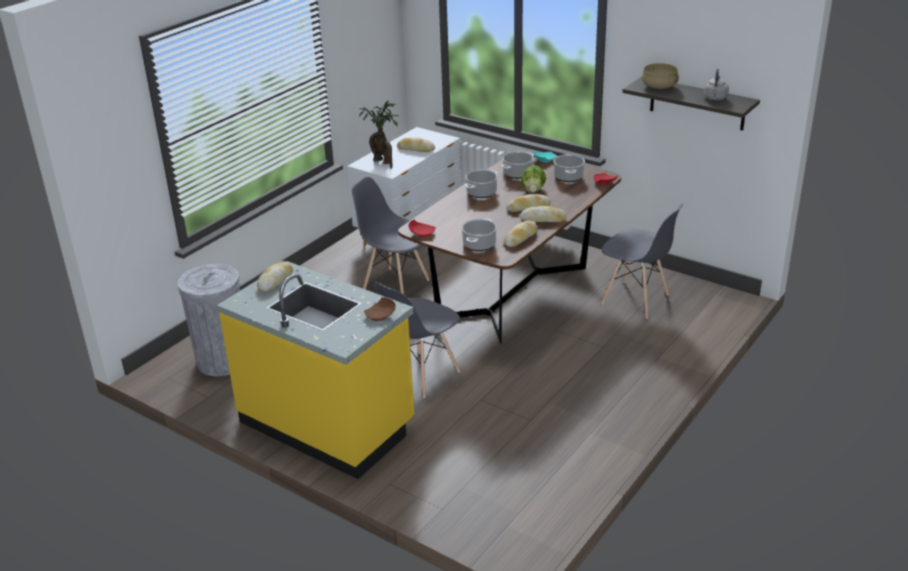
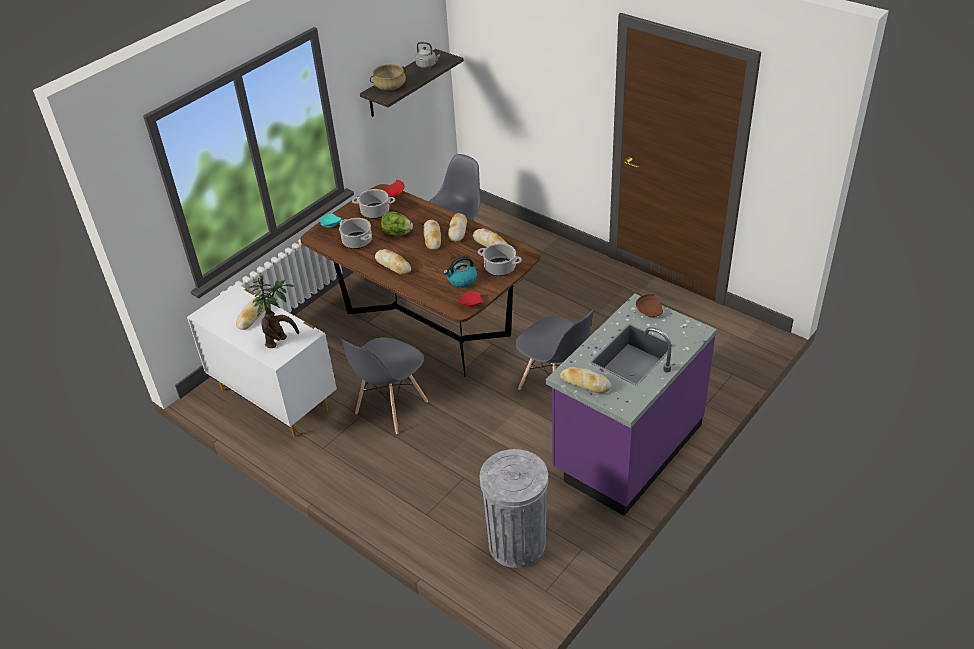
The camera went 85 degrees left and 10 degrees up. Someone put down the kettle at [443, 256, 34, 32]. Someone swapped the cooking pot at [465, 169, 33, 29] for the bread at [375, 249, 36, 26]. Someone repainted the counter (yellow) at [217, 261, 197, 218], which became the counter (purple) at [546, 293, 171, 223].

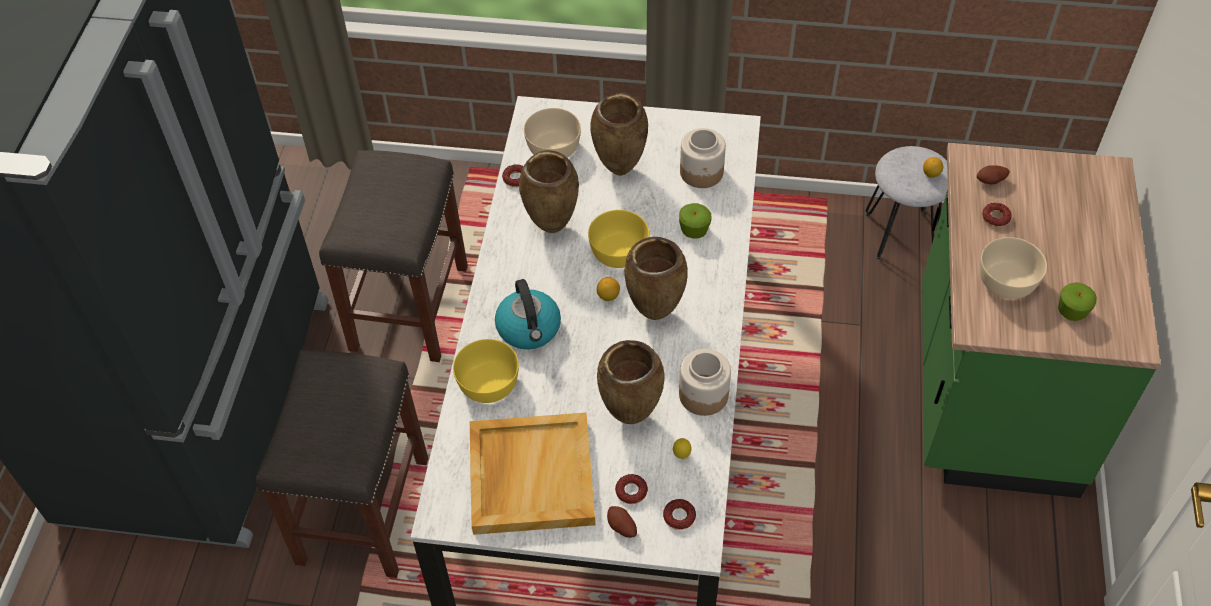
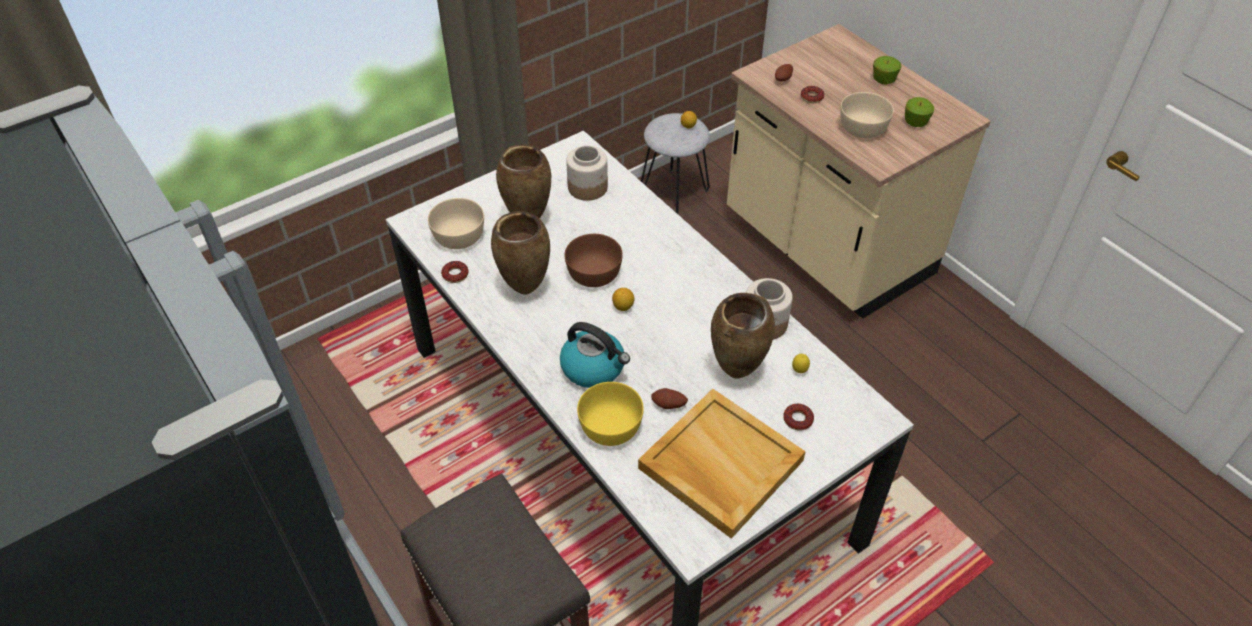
The camera went 45 degrees left and 5 degrees down. Someone took away the stool (grey) at [319, 150, 149, 212]. Someone took away the vase (brown) at [624, 237, 64, 83]. Someone took away the donut at [663, 499, 33, 31]. Someone carried the potato from [607, 506, 30, 32] to [651, 388, 37, 21]. Someone carried the apple from [679, 203, 33, 35] to [873, 56, 28, 29]. Someone repainted the bowl (yellow) at [588, 210, 61, 58], which became the bowl (brown) at [565, 234, 58, 53]. Someone repainted the counter (green) at [922, 143, 239, 355], which became the counter (beige) at [727, 24, 264, 295].

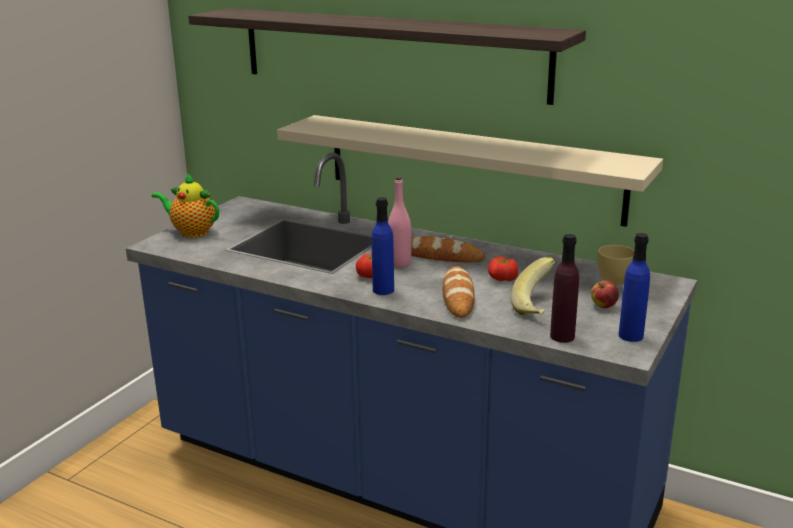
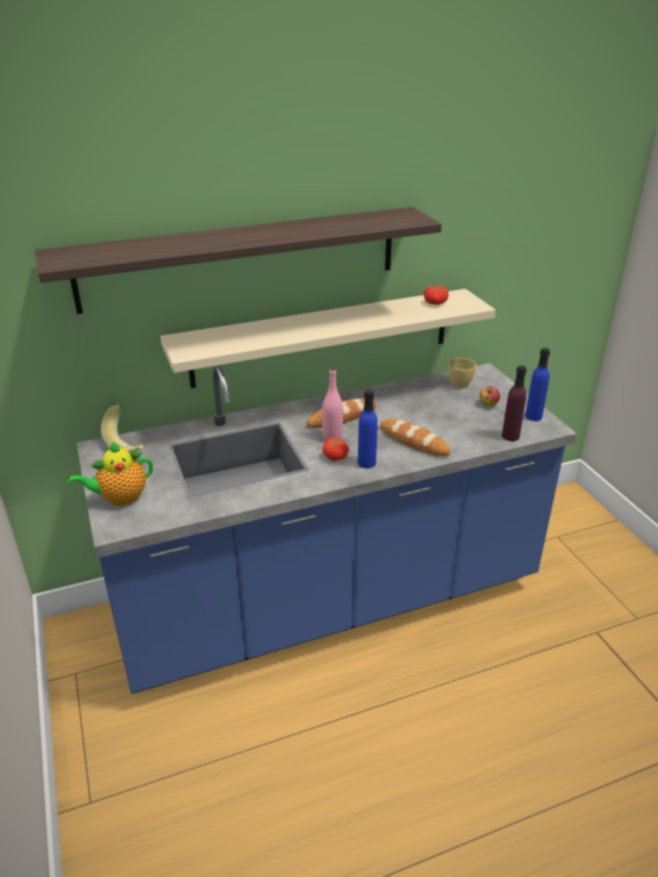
The camera went 50 degrees left and 10 degrees up. Someone carried the tomato from [488, 256, 30, 25] to [424, 286, 25, 19]. Someone carried the banana from [511, 257, 44, 58] to [101, 404, 42, 49].

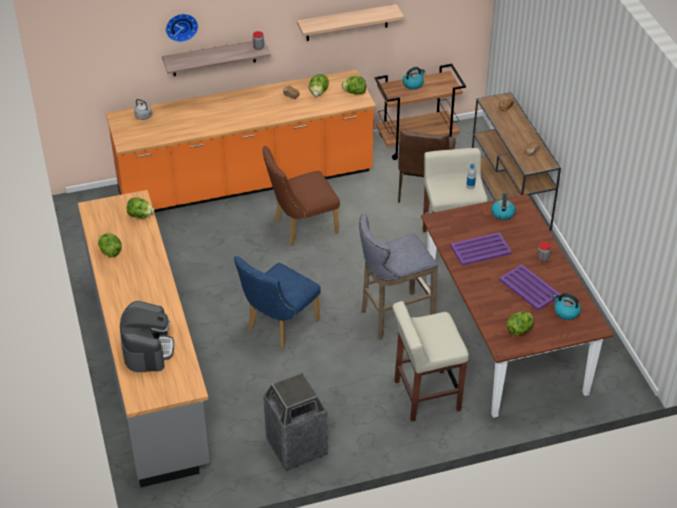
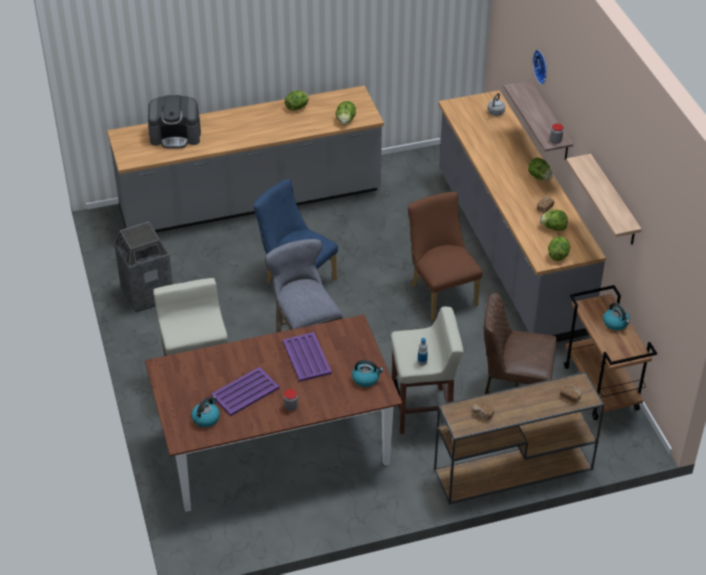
The camera went 90 degrees right and 0 degrees up. Someone carried the lettuce from [506, 312, 27, 23] to [528, 157, 25, 24]. Someone repainted the counter (orange) at [106, 69, 270, 143], which became the counter (grey) at [438, 90, 168, 252].

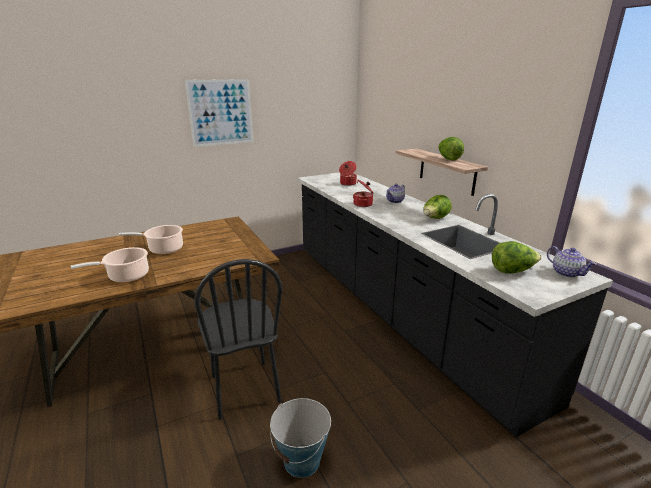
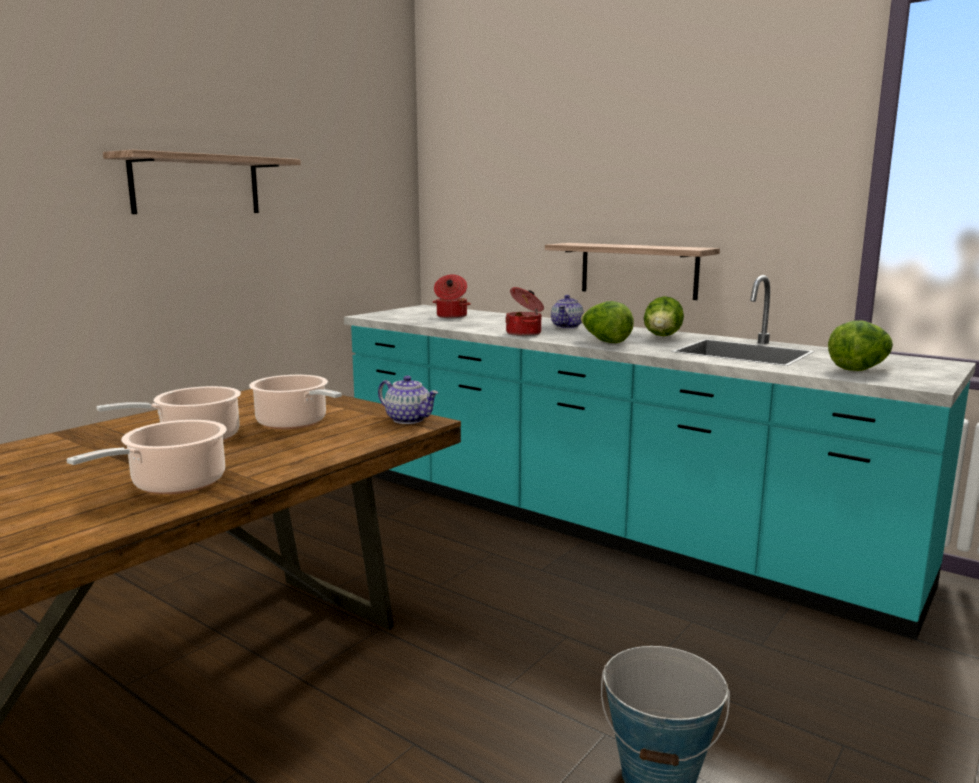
The camera went 25 degrees left and 10 degrees down. Someone took away the chair (black) at [195, 259, 87, 161]. Someone put down the cooking pot at [249, 375, 93, 54]. Someone carried the lettuce from [438, 137, 26, 23] to [581, 301, 53, 42]. Someone carried the teapot from [547, 246, 50, 32] to [378, 376, 60, 48]. Someone swapped the picture at [185, 79, 68, 68] for the shelf at [103, 150, 198, 64]. Someone repainted the counter (black) at [298, 172, 315, 265], which became the counter (turquoise) at [344, 275, 632, 365].

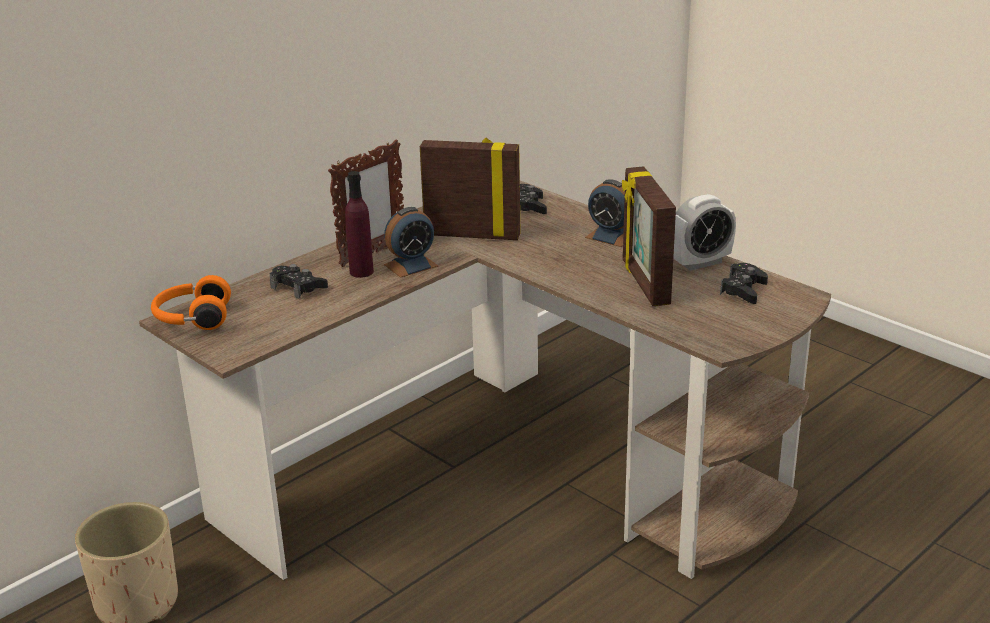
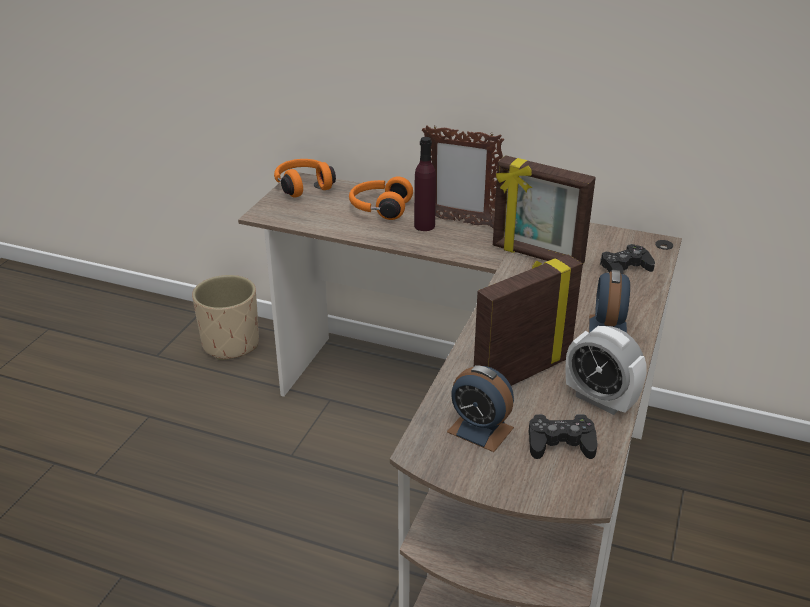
The camera went 65 degrees right and 5 degrees up. Someone carried the alarm clock from [384, 207, 54, 71] to [447, 365, 67, 87]. Someone swapped the game controller (black) at [270, 264, 58, 35] for the headphones (orange) at [349, 176, 64, 44]. Someone rotated the picture frame at [420, 138, 101, 102] by 135 degrees clockwise.

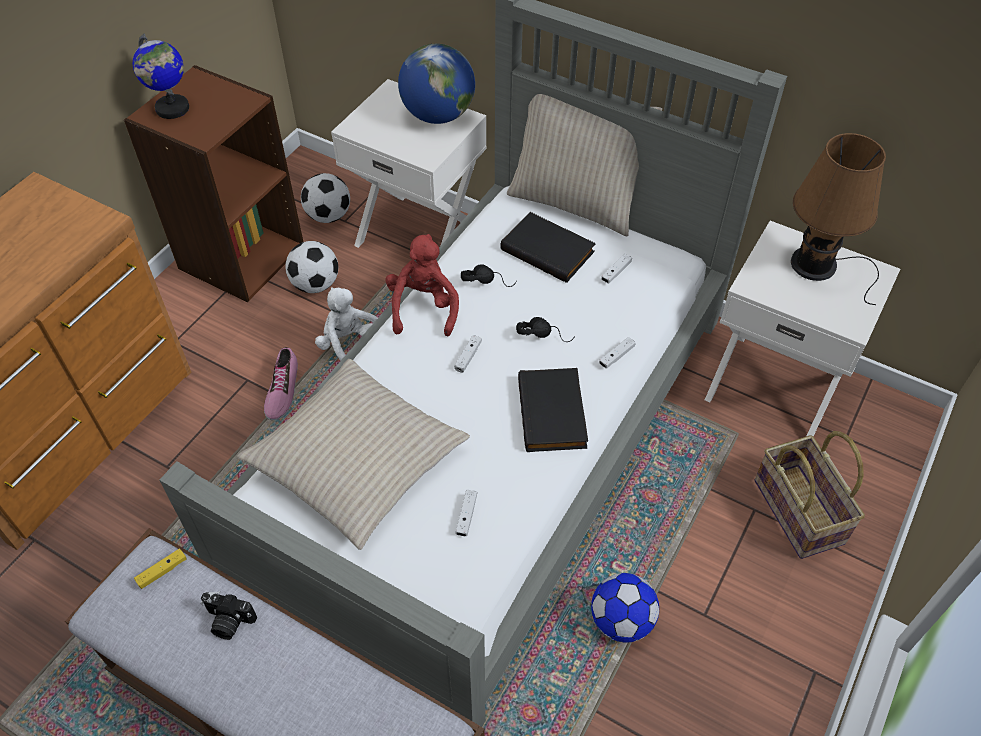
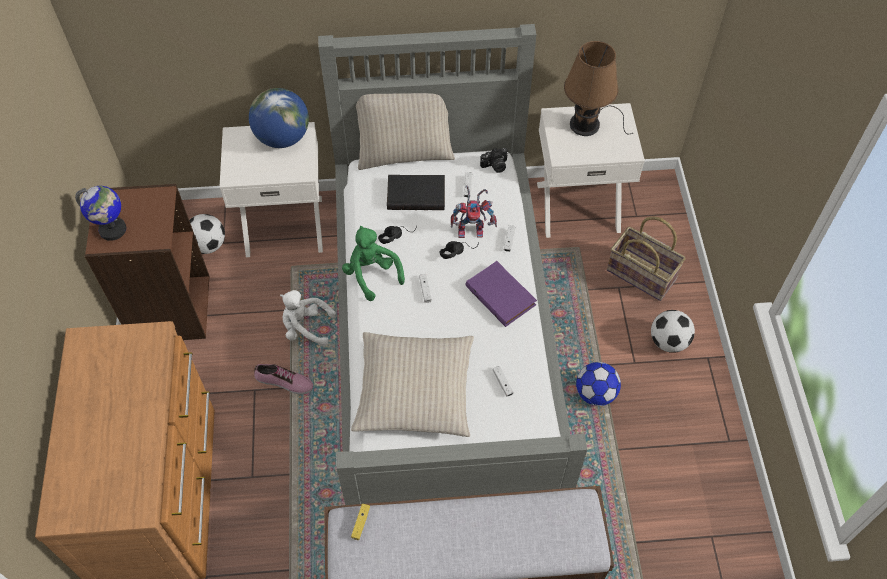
The camera went 35 degrees left and 5 degrees up. Someone put down the toy robot at [451, 186, 46, 52]. Someone carried the photo camera from [200, 591, 57, 49] to [480, 148, 28, 25]. Someone carried the football from [285, 241, 53, 52] to [651, 310, 44, 43]. Someone repainted the plush toy (red) at [385, 234, 74, 102], which became the plush toy (green) at [342, 226, 63, 75]. Someone repainted the book (black) at [518, 368, 70, 84], which became the book (purple) at [466, 261, 71, 66]. Someone rotated the shoe at [264, 347, 34, 73] by 45 degrees counterclockwise.

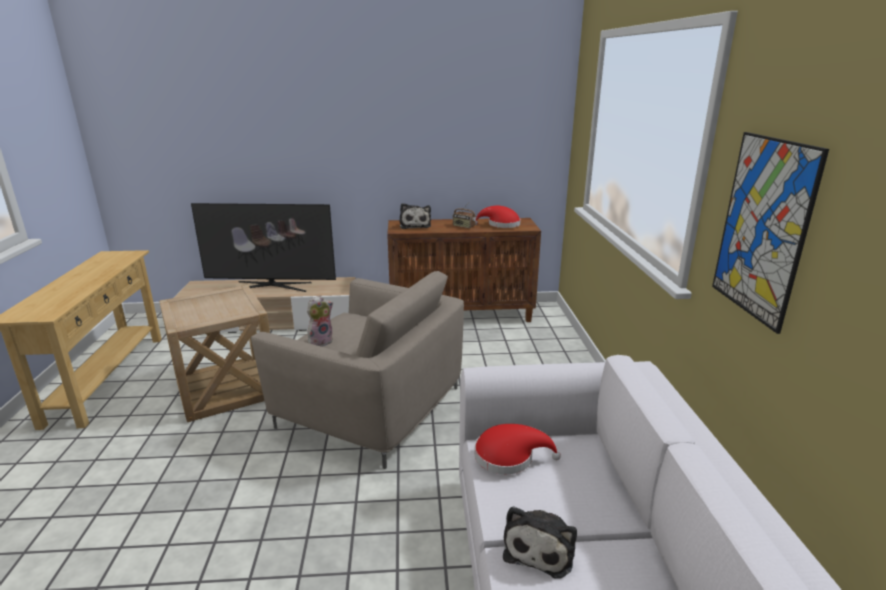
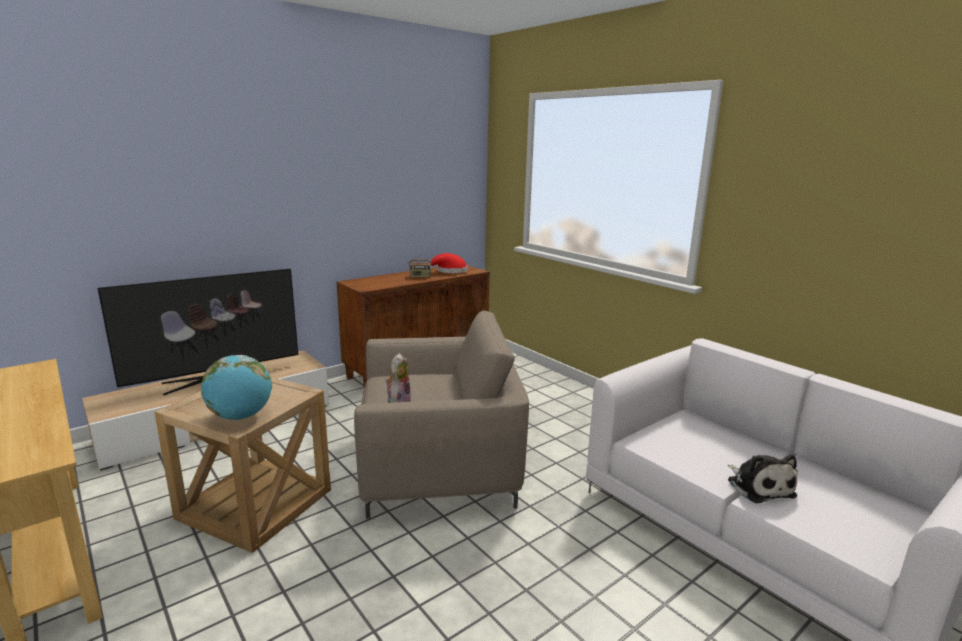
The camera went 35 degrees left and 5 degrees down. Someone took away the plush toy at [399, 203, 32, 26]. Someone took away the hat (red) at [474, 424, 87, 50]. Someone took away the picture at [712, 132, 117, 202]. Someone put down the globe at [201, 355, 71, 65].

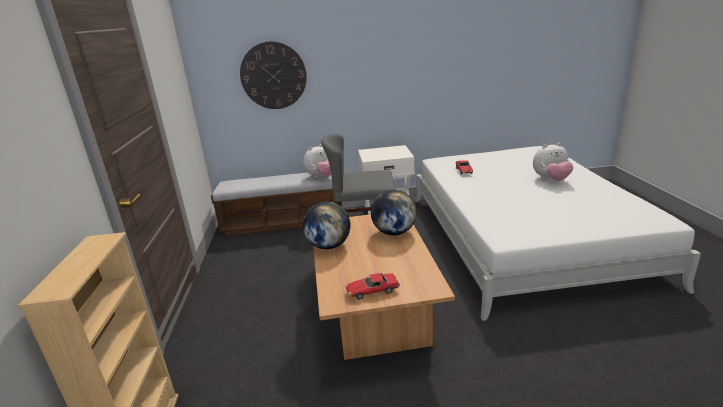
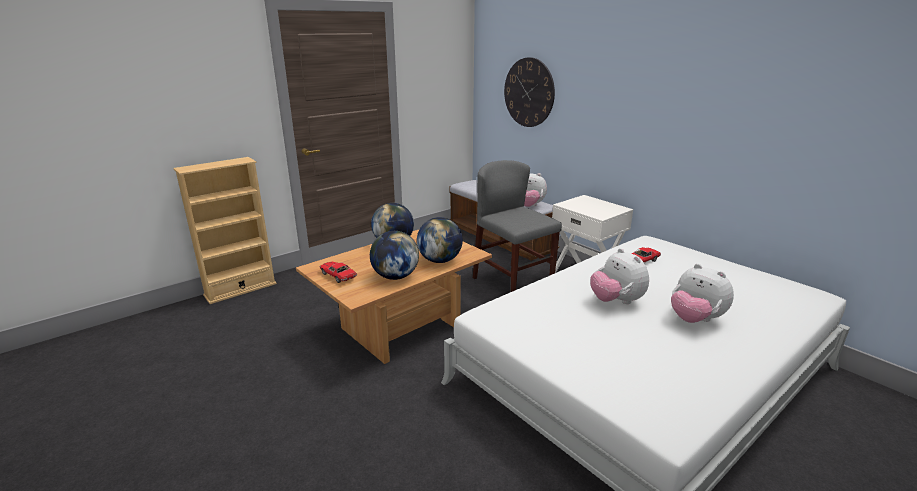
The camera went 55 degrees right and 0 degrees up. Someone put down the globe at [370, 231, 49, 49]. Someone put down the plush toy at [590, 248, 59, 56].

